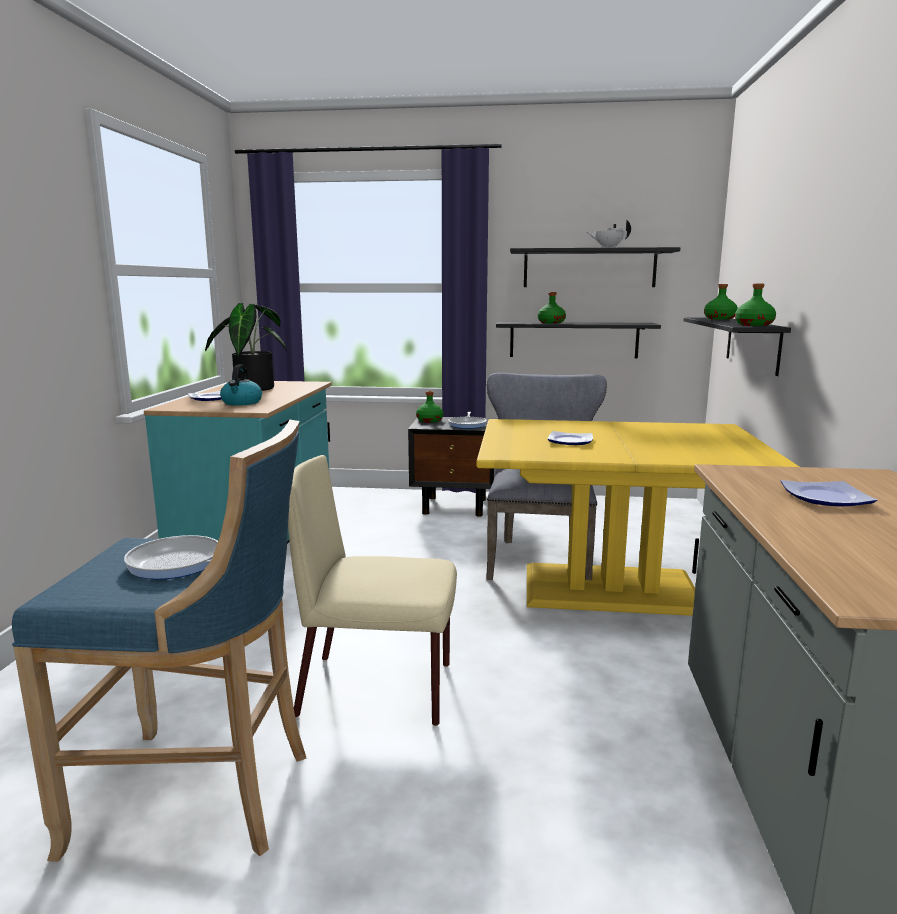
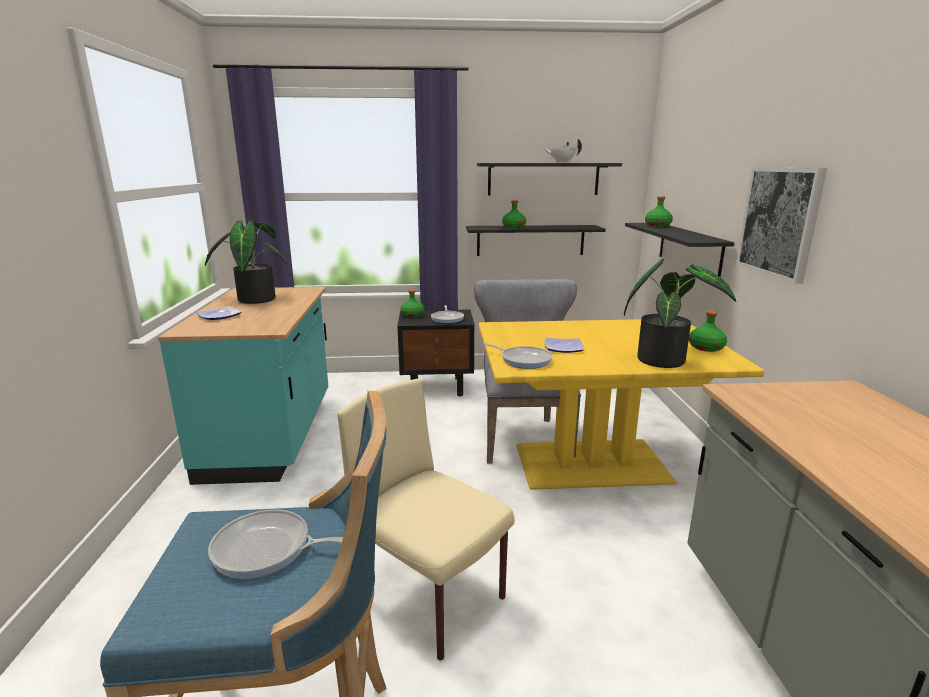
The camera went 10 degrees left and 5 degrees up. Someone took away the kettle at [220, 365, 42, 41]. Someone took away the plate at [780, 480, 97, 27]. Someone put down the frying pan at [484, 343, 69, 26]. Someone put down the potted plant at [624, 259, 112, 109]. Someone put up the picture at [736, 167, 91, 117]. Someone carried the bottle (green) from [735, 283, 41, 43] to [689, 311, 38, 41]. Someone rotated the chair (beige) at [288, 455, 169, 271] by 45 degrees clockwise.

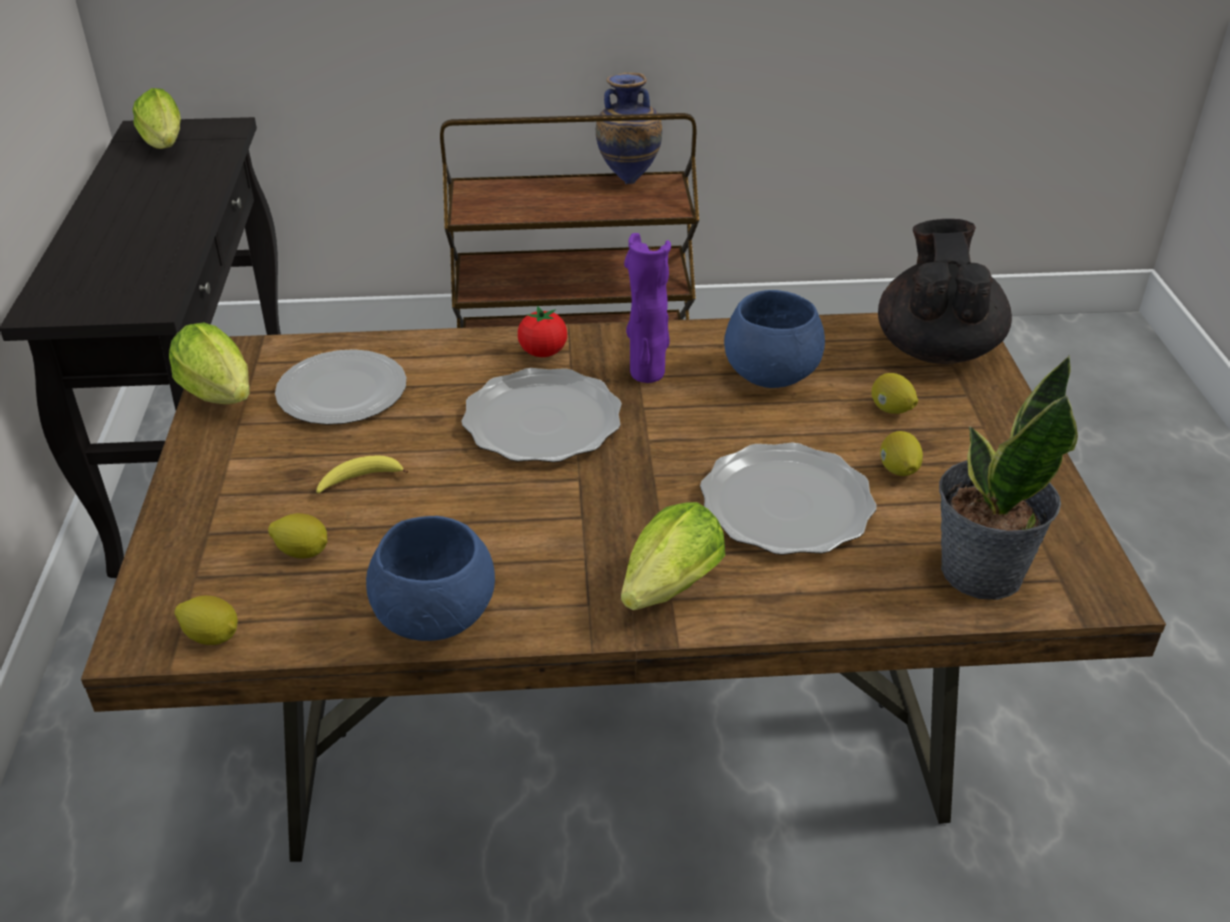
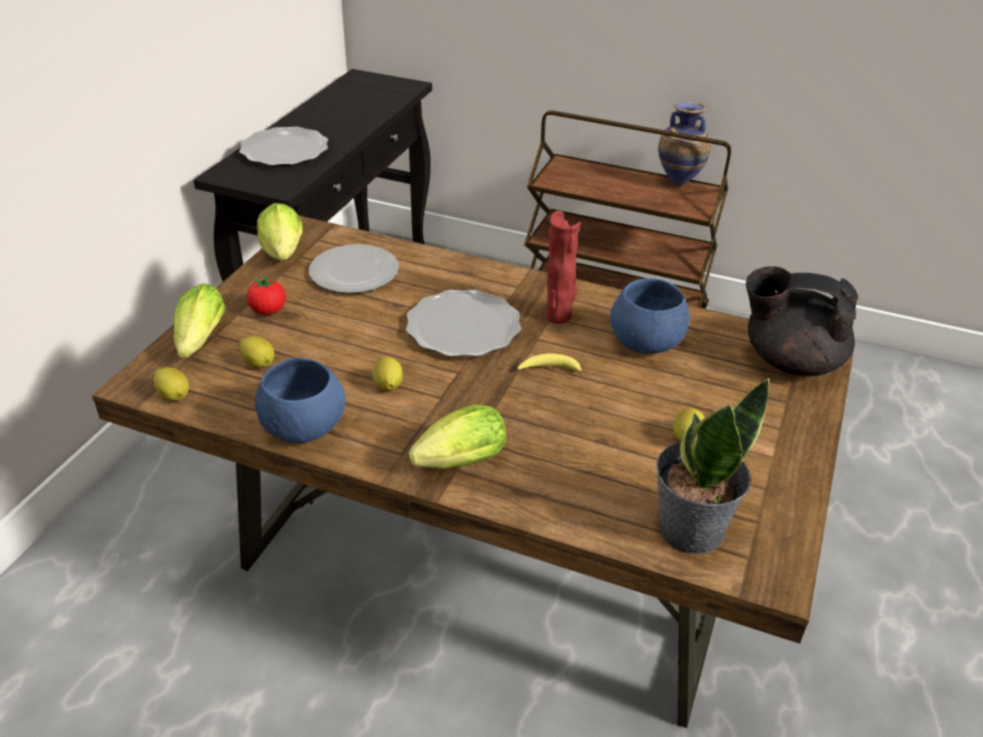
The camera went 25 degrees right and 0 degrees up. Someone carried the lettuce from [132, 88, 49, 61] to [174, 283, 52, 75]. Someone carried the banana from [316, 455, 92, 38] to [517, 353, 67, 21]. Someone carried the tomato from [518, 306, 49, 51] to [247, 275, 39, 40]. Someone carried the plate from [700, 442, 177, 113] to [239, 126, 89, 41]. Someone carried the lemon from [871, 373, 47, 41] to [372, 357, 31, 34]. Someone repainted the vase (purple) at [624, 233, 47, 150], which became the vase (red) at [546, 211, 35, 113]. Someone rotated the teapot (black) at [878, 219, 134, 145] by 105 degrees counterclockwise.

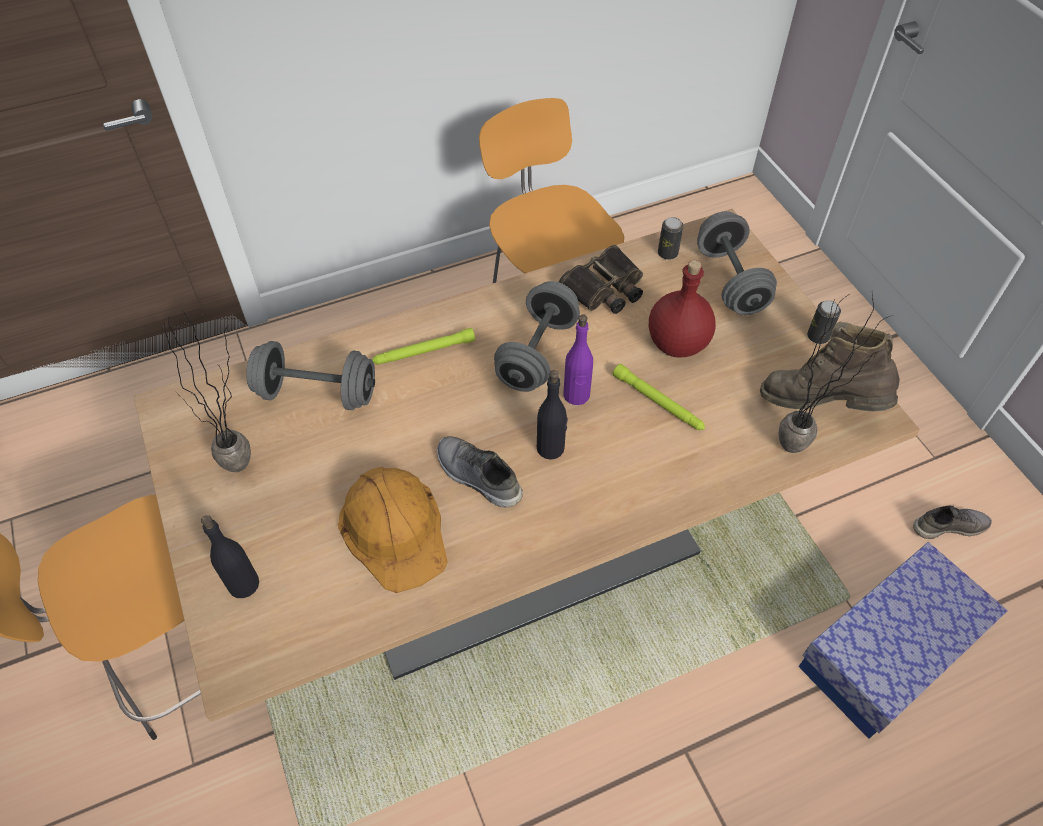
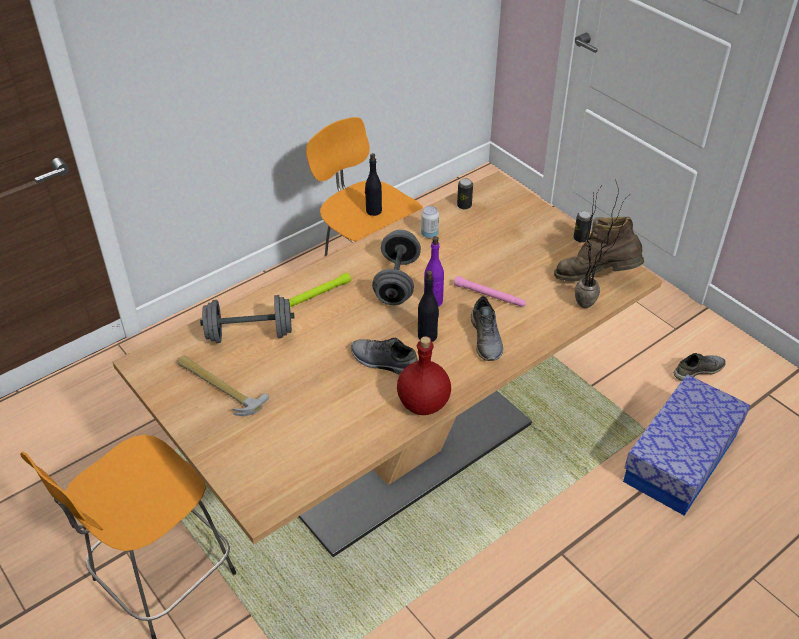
The camera went 15 degrees left and 10 degrees down. Someone took away the hard hat (orange) at [338, 467, 110, 126]. Someone took away the dumbbell (grey) at [697, 211, 80, 104]. Someone put down the shoe (grey) at [471, 296, 32, 65]. Someone carried the bottle (black) from [201, 515, 58, 83] to [365, 153, 17, 63]. Someone carried the bottle (red) from [649, 260, 67, 98] to [397, 336, 54, 79]. Someone swapped the potted plant at [165, 309, 86, 163] for the hammer at [178, 356, 91, 60]. Someone swapped the binoculars at [559, 244, 84, 70] for the can at [421, 206, 18, 32]. Someone repainted the flashlight (green) at [612, 364, 93, 66], which became the flashlight (pink) at [454, 276, 72, 30].

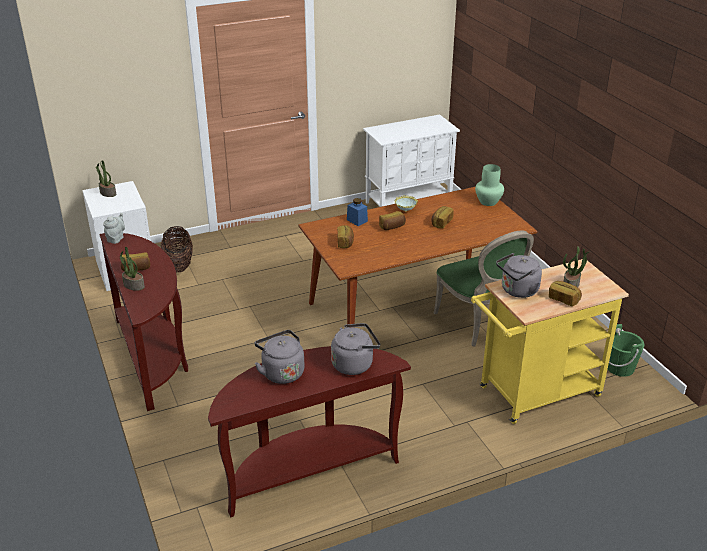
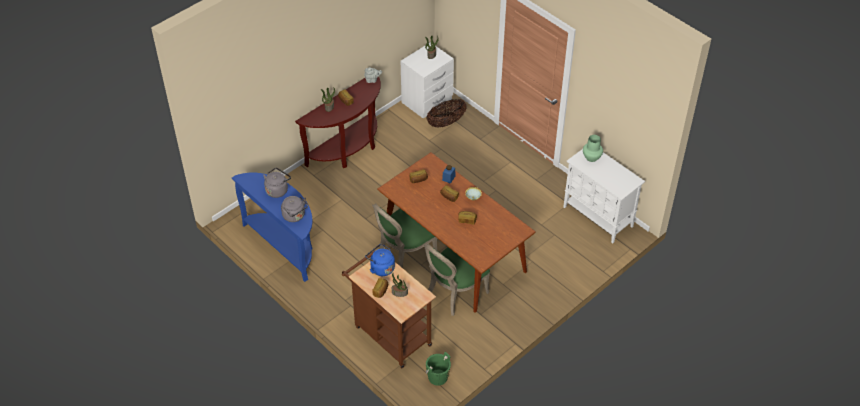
The camera went 70 degrees right and 15 degrees up. Someone put down the chair (green) at [372, 203, 65, 65]. Someone carried the vase (green) from [475, 164, 29, 42] to [583, 135, 20, 27]. Someone repainted the console table (brown) at [208, 346, 203, 172], which became the console table (blue) at [232, 173, 81, 109]. Someone repainted the cart (yellow) at [471, 259, 158, 165], which became the cart (brown) at [342, 251, 94, 117]. Someone repainted the kettle (grey) at [496, 253, 46, 45], which became the kettle (blue) at [365, 244, 30, 32].

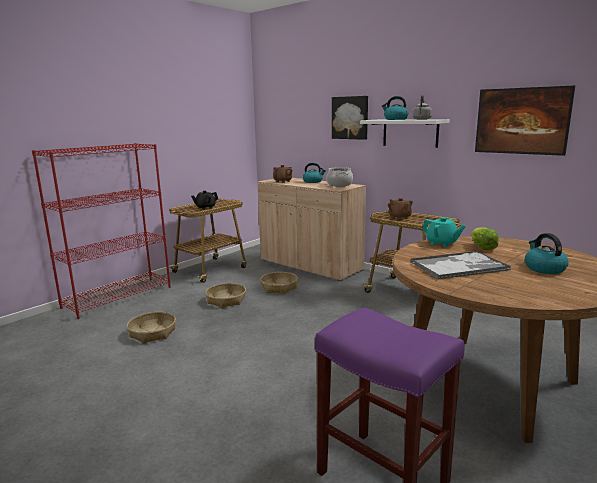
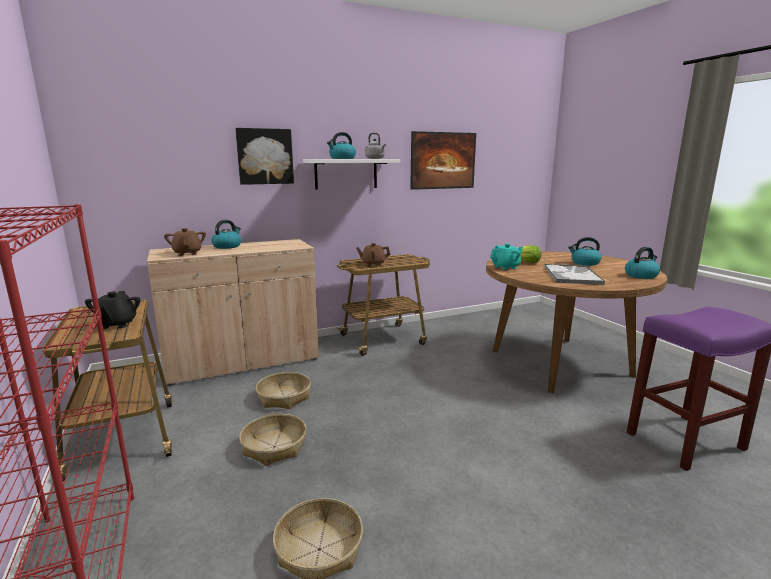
The camera went 65 degrees left and 0 degrees up. Someone took away the cooking pot at [326, 167, 27, 19]. Someone put down the kettle at [625, 247, 35, 32].

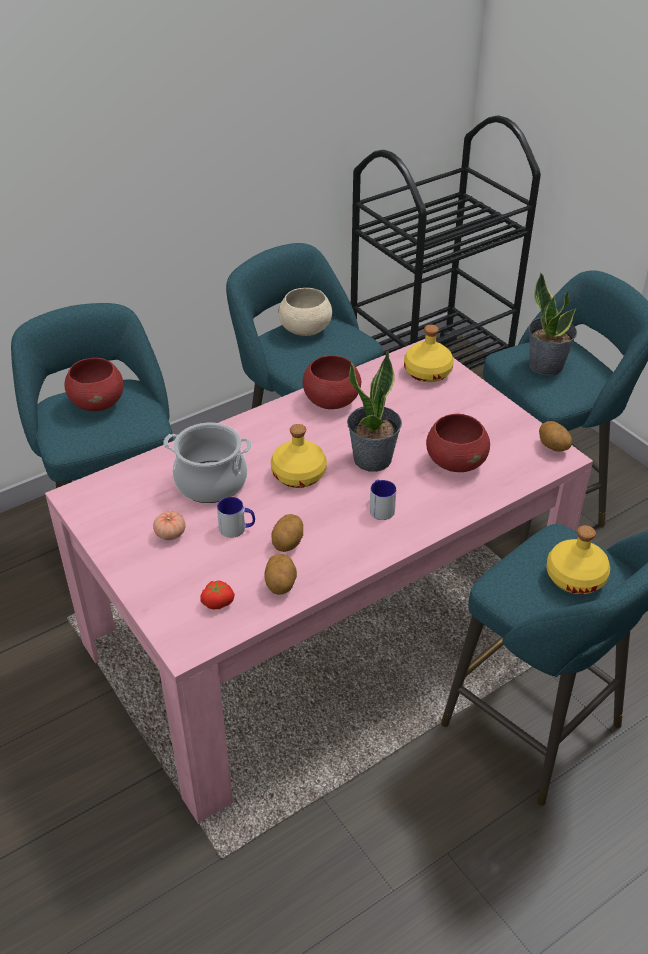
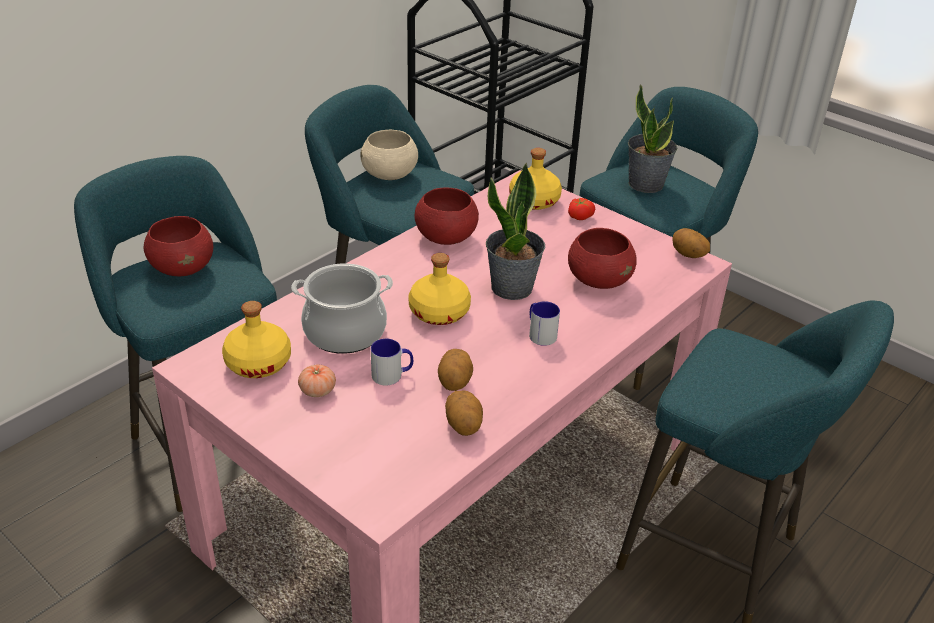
The camera went 15 degrees left and 5 degrees down. Someone carried the tomato from [200, 581, 35, 28] to [568, 198, 27, 22]. Someone carried the bottle (yellow) from [546, 525, 64, 69] to [222, 301, 69, 77].

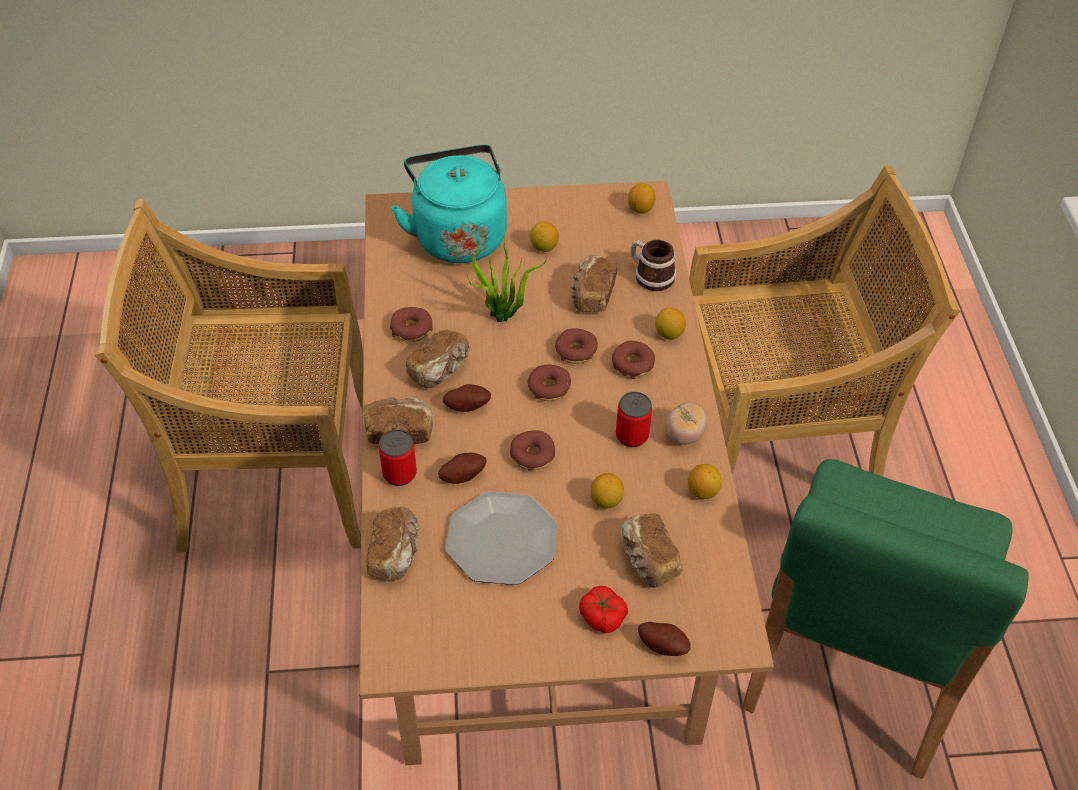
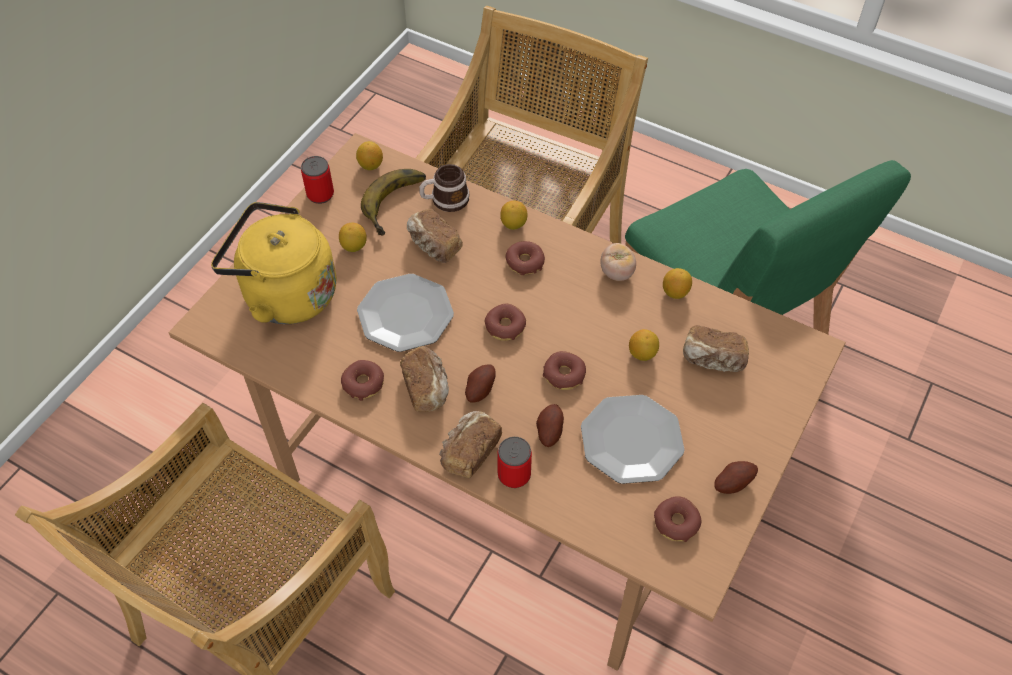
The camera went 55 degrees left and 5 degrees up. Someone took away the bread at [366, 507, 54, 74]. Someone took away the tomato at [579, 586, 49, 48]. Someone put down the banana at [361, 169, 65, 67]. Someone carried the donut from [555, 328, 43, 36] to [654, 496, 47, 46]. Someone carried the can from [616, 392, 36, 55] to [301, 156, 33, 48]. Someone carried the potato from [638, 622, 53, 34] to [714, 461, 44, 33]. Someone swapped the potted plant at [467, 228, 81, 94] for the plate at [357, 274, 97, 78]. Someone repainted the kettle (turquoise) at [391, 145, 116, 118], which became the kettle (yellow) at [211, 202, 125, 122].

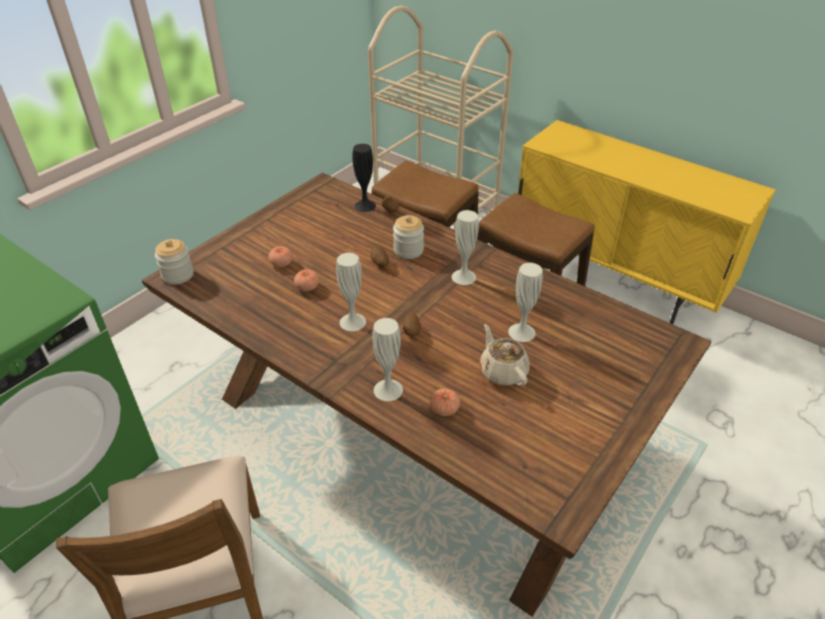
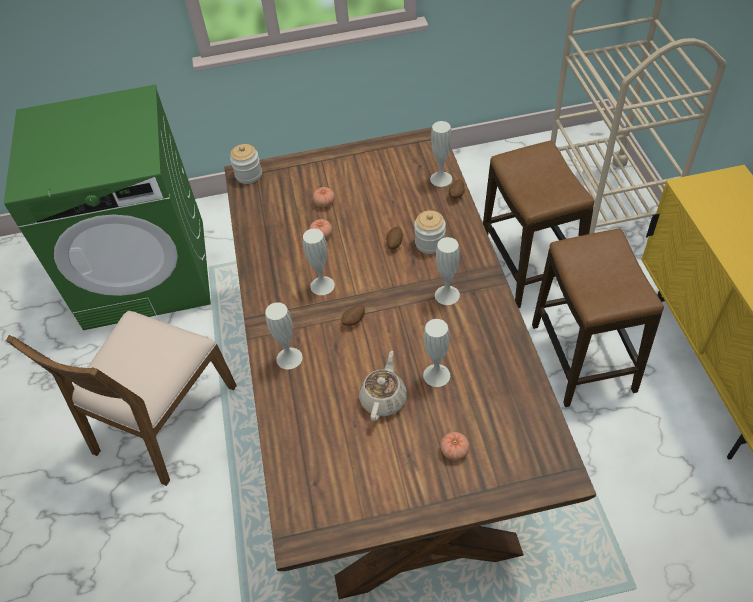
The camera went 45 degrees right and 10 degrees up. Someone carried the tomato from [430, 388, 30, 28] to [440, 432, 30, 28]. Someone repainted the vase (black) at [352, 144, 24, 68], which became the vase (white) at [430, 121, 22, 66].

